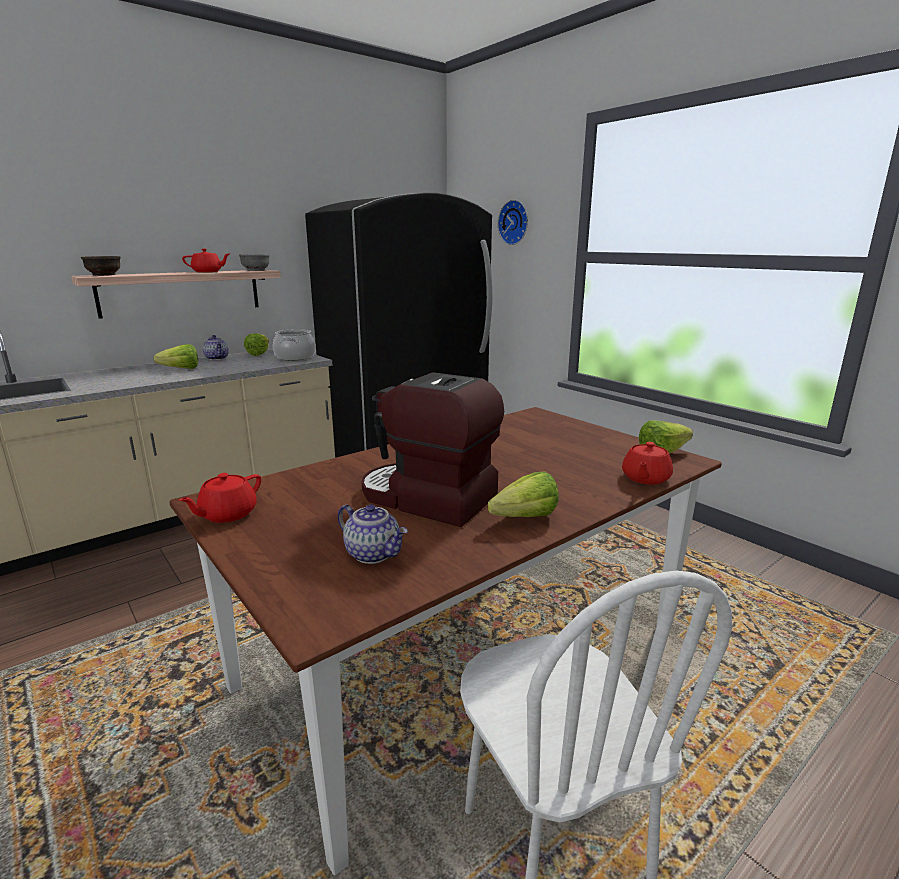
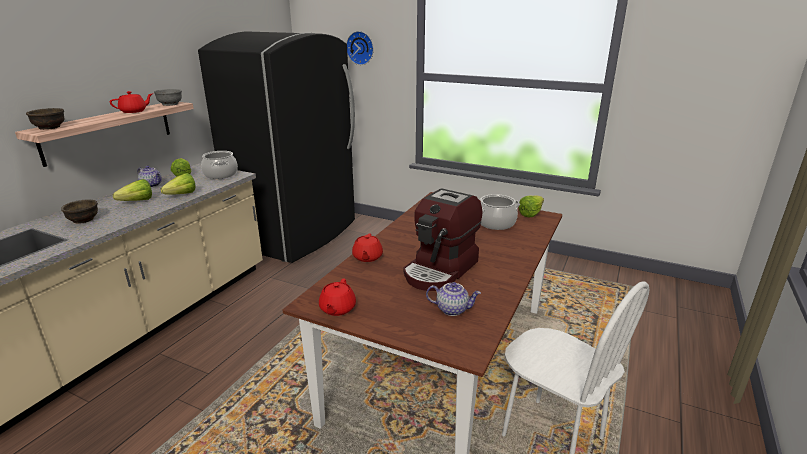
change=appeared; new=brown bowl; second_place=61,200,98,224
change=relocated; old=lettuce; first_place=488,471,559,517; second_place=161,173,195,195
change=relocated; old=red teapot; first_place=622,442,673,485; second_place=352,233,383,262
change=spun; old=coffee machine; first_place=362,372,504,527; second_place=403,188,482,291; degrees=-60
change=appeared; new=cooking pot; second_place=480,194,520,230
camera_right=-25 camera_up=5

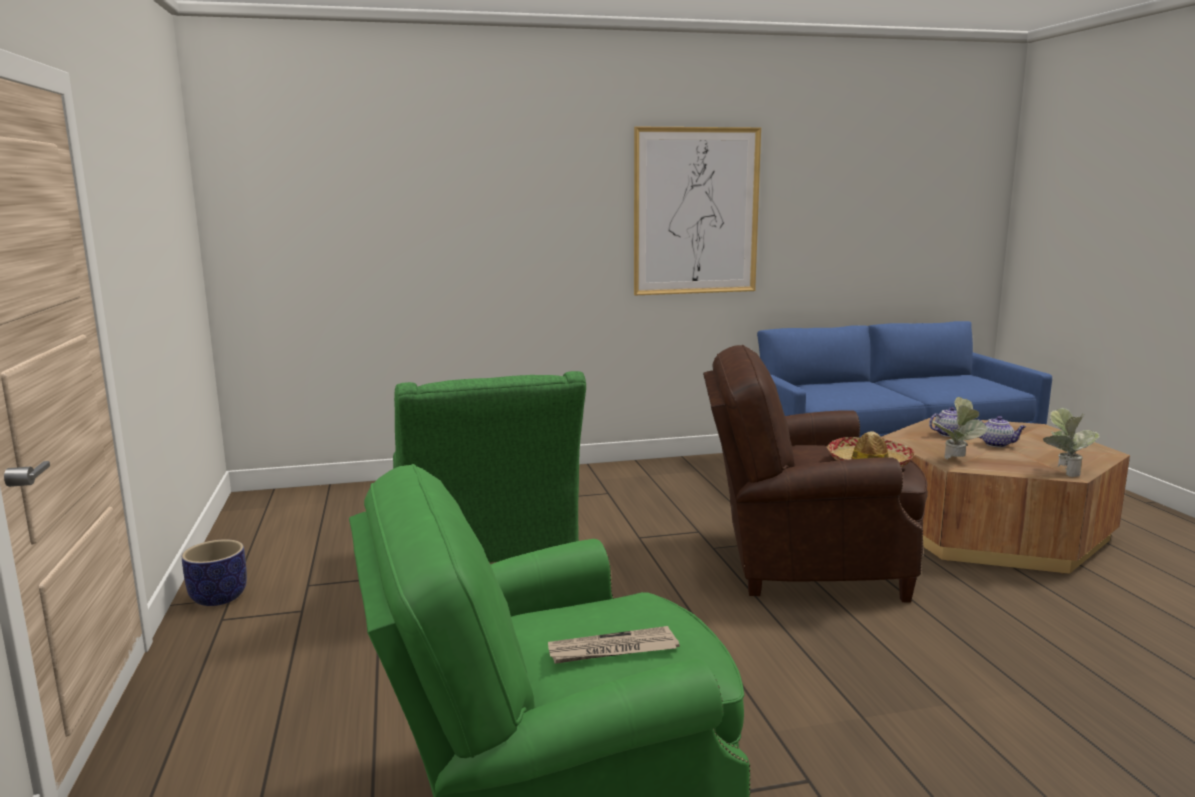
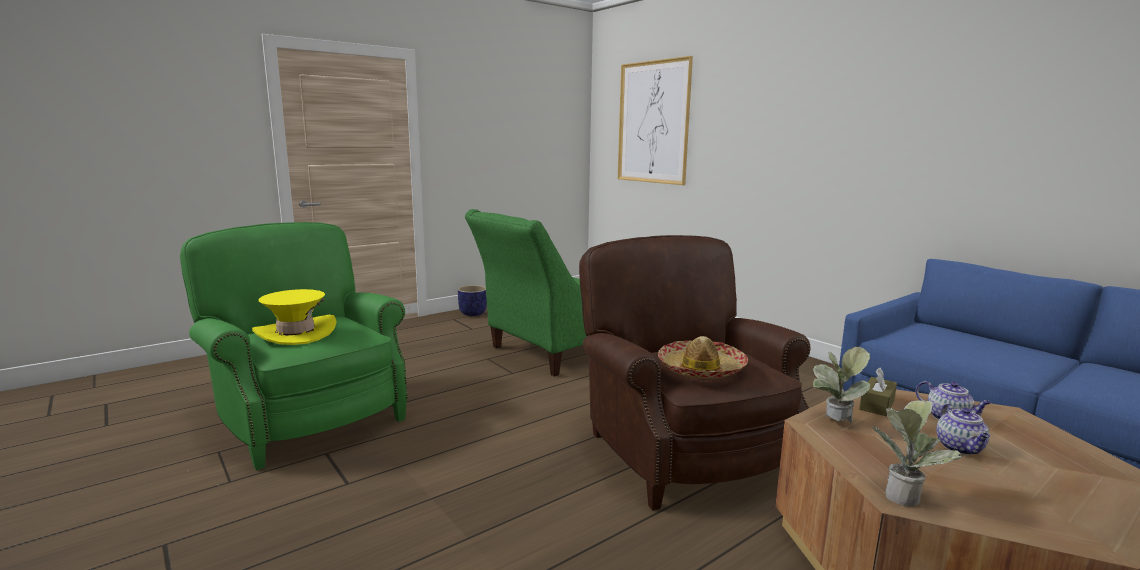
change=exchanged; old=newspaper; new=yellow hat; first_place=548,626,679,664; second_place=252,289,337,345
change=relocated; old=picture; first_place=634,127,761,295; second_place=618,56,693,185
change=appeared; new=brown tissue box; second_place=859,368,897,416
camera_right=65 camera_up=0

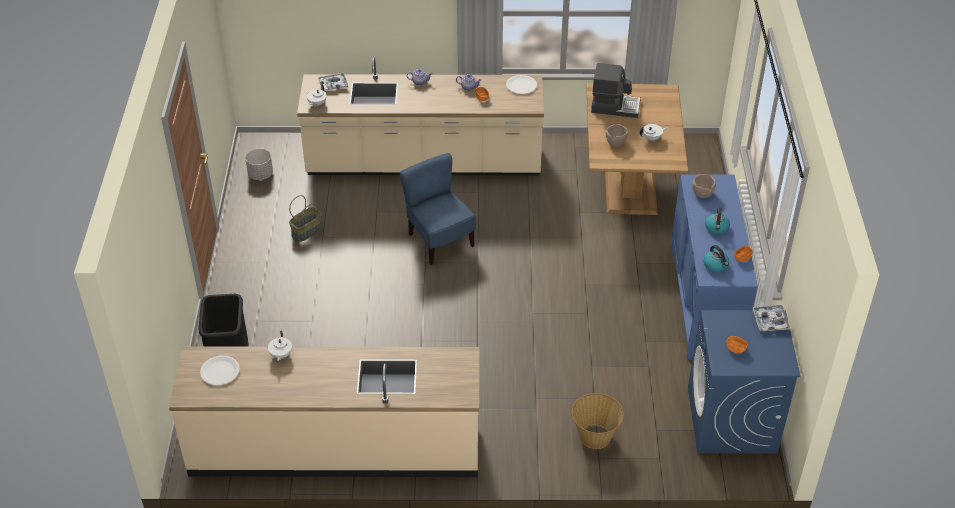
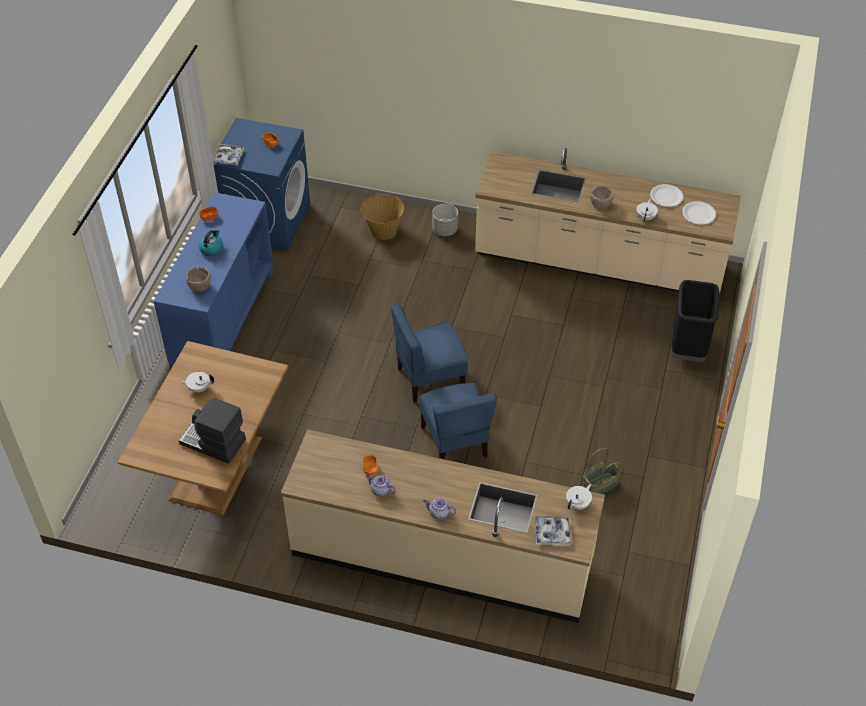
change=appeared; new=blue chair; second_place=391,304,468,403
change=relocated; old=grey planter; first_place=245,149,273,180; second_place=432,204,458,236
change=relocated; old=brown bowl; first_place=606,124,628,147; second_place=590,185,614,209
change=relocated; old=white plate; first_place=506,75,537,94; second_place=650,184,684,207
change=missing; old=kettle; first_place=704,245,729,272
camera_right=-165 camera_up=5

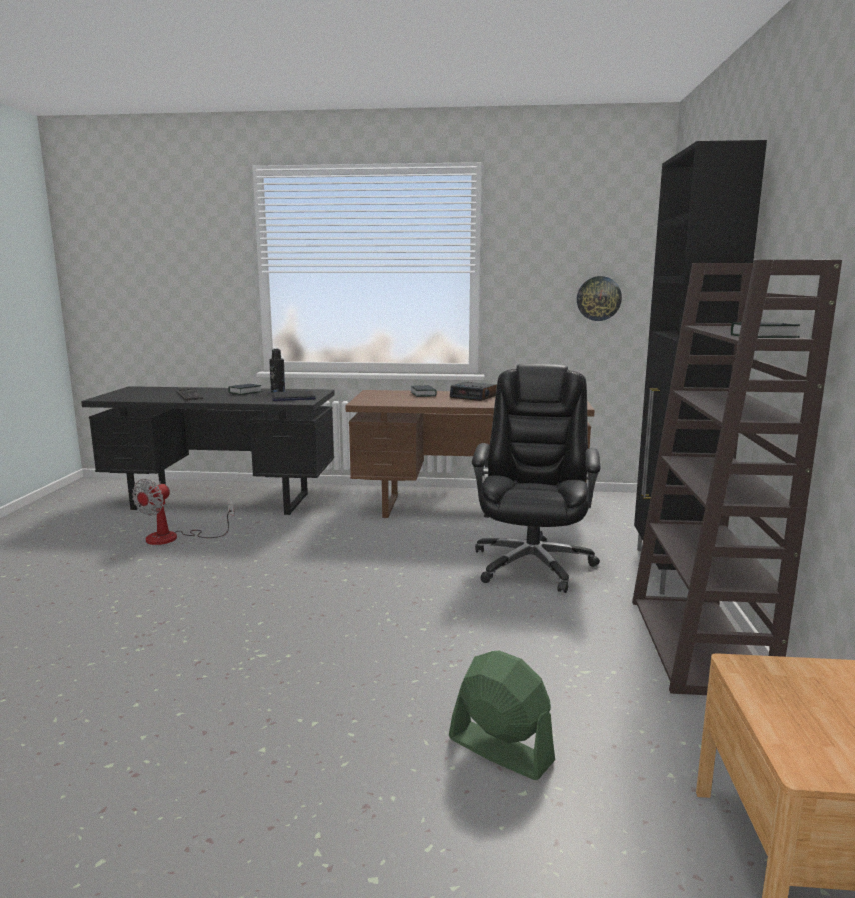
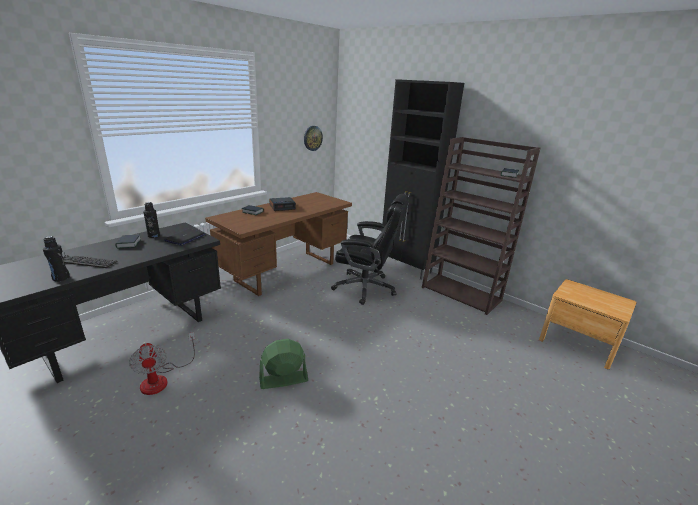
change=appeared; new=black bottle; second_place=43,236,70,281
change=relocated; old=green fan; first_place=449,651,555,780; second_place=259,339,308,389
change=spun; old=black office chair; first_place=472,363,601,593; second_place=331,194,409,305; degrees=150
camera_right=-55 camera_up=10

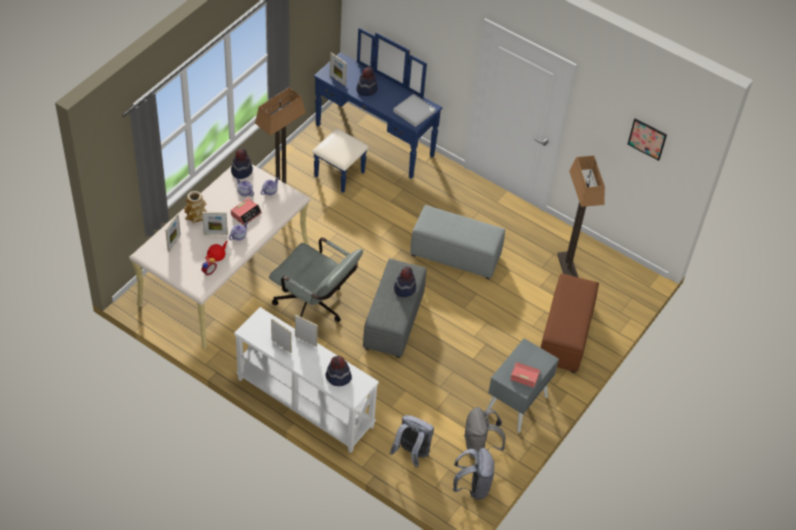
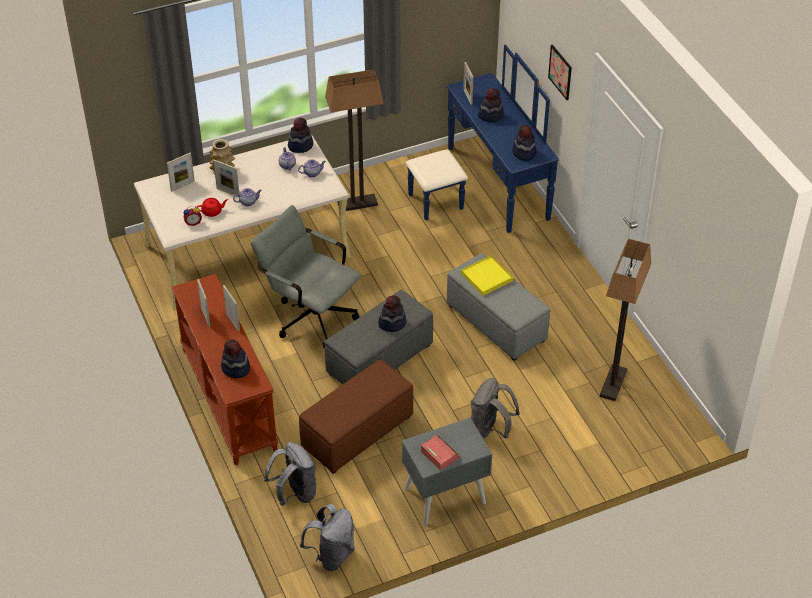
change=colour; old=white console table; new=brown console table; first_place=234,307,379,453; second_place=172,274,278,465
change=spun; old=grey office chair; first_place=269,237,363,322; second_place=250,205,361,347; degrees=150
change=relocated; old=brown ottoman; first_place=540,274,599,373; second_place=299,359,413,474
change=appeared; new=yellow tray; second_place=461,255,513,296
change=relocated; old=grey backpack; first_place=464,407,506,458; second_place=471,378,520,439
change=exchanged; old=white tray; new=hat; first_place=393,94,436,127; second_place=512,125,537,161
change=relocated; old=picture; first_place=627,118,667,161; second_place=548,45,572,100
change=missing; old=alarm clock; first_place=231,198,262,225
camera_right=35 camera_up=-5

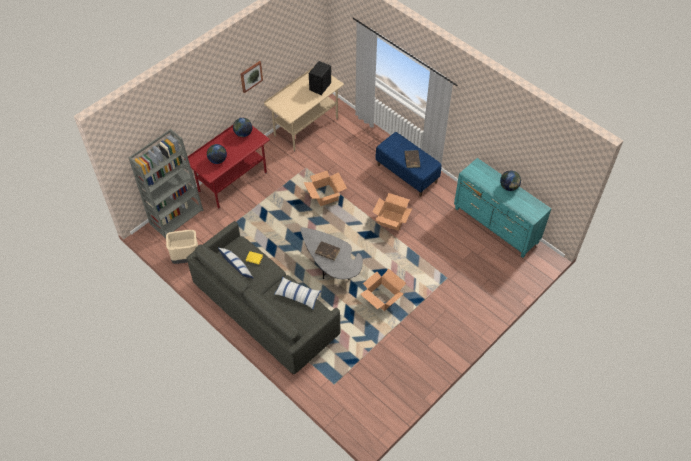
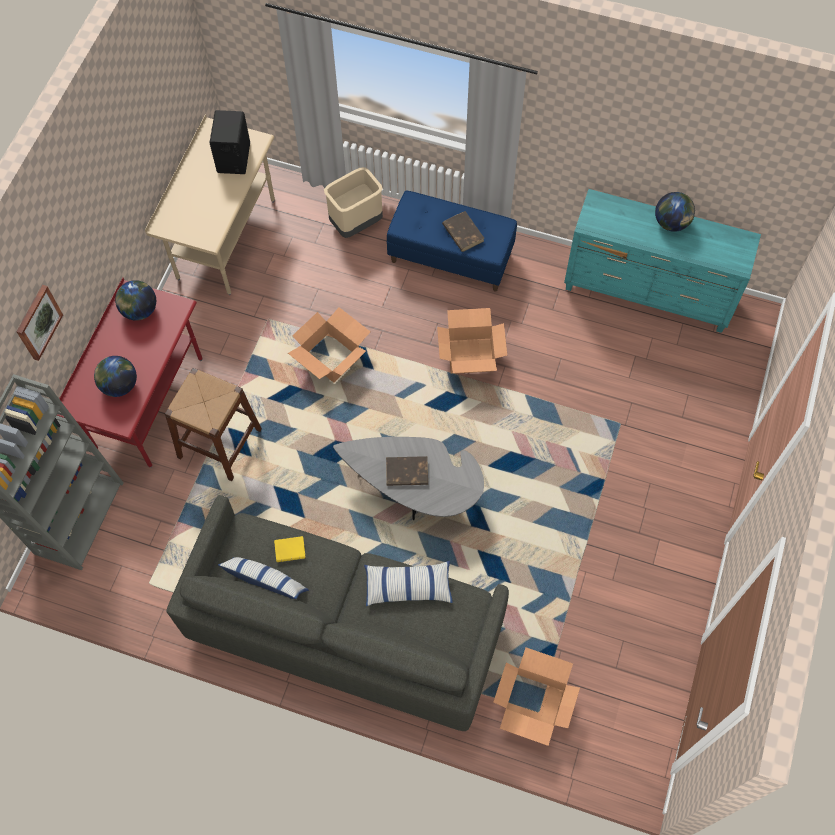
change=relocated; old=picture; first_place=241,61,263,93; second_place=16,285,63,361
change=appeared; new=brown stool; second_place=165,368,262,481
change=relocated; old=beige trash can; first_place=166,230,198,264; second_place=324,167,383,238
change=relocated; old=cardboard box; first_place=360,269,406,311; second_place=493,647,580,746
camera_right=-25 camera_up=10

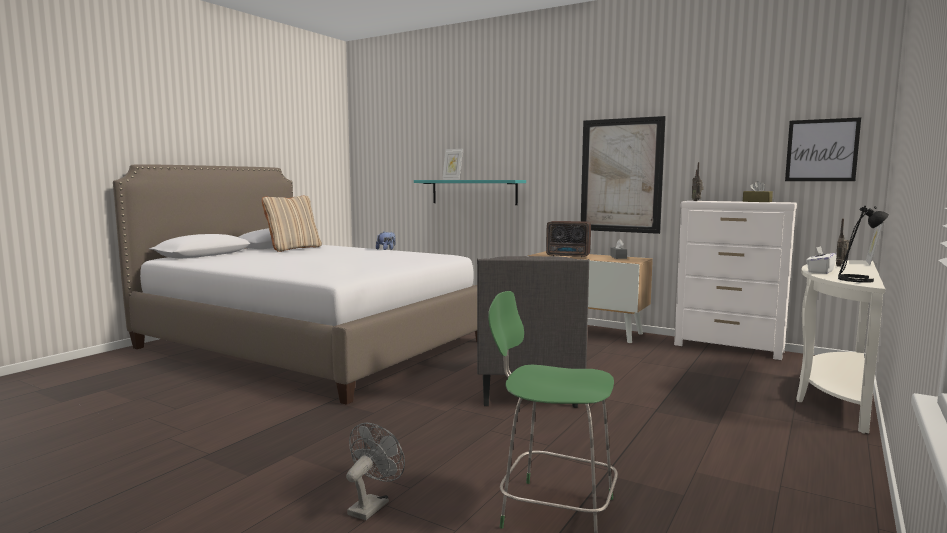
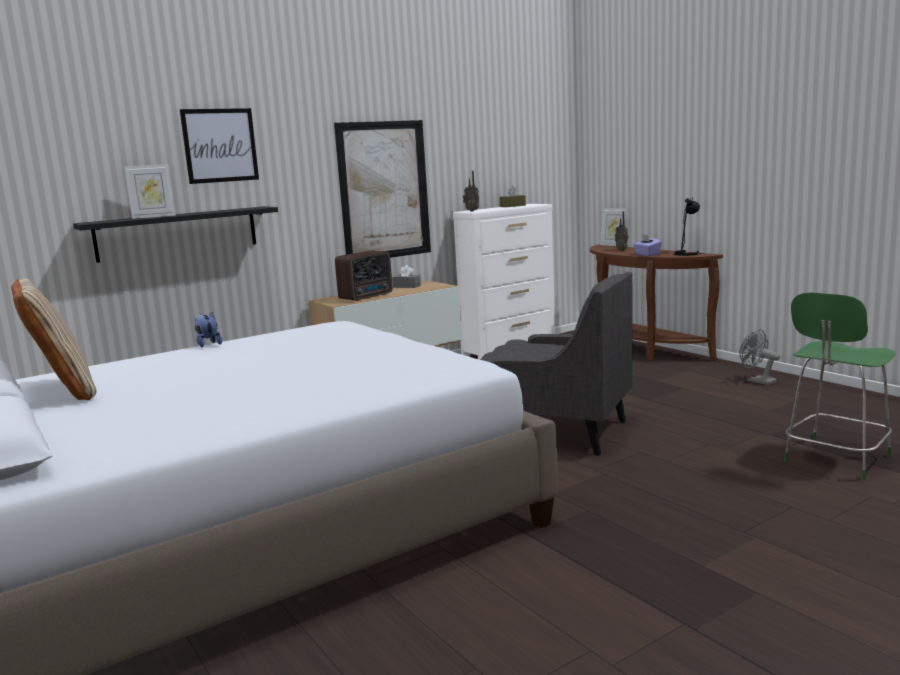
change=colour; old=turquoise shelf; new=black shelf; first_place=414,180,526,205; second_place=73,206,278,263
change=relocated; old=picture; first_place=785,117,861,181; second_place=180,108,259,184
change=colour; old=white console table; new=brown console table; first_place=796,260,885,434; second_place=590,244,723,361
change=colour; old=white tissue box; new=purple tissue box; first_place=806,246,837,274; second_place=633,235,662,256
change=relocated; old=grey fan; first_place=346,423,405,520; second_place=739,329,780,385
camera_right=-65 camera_up=5

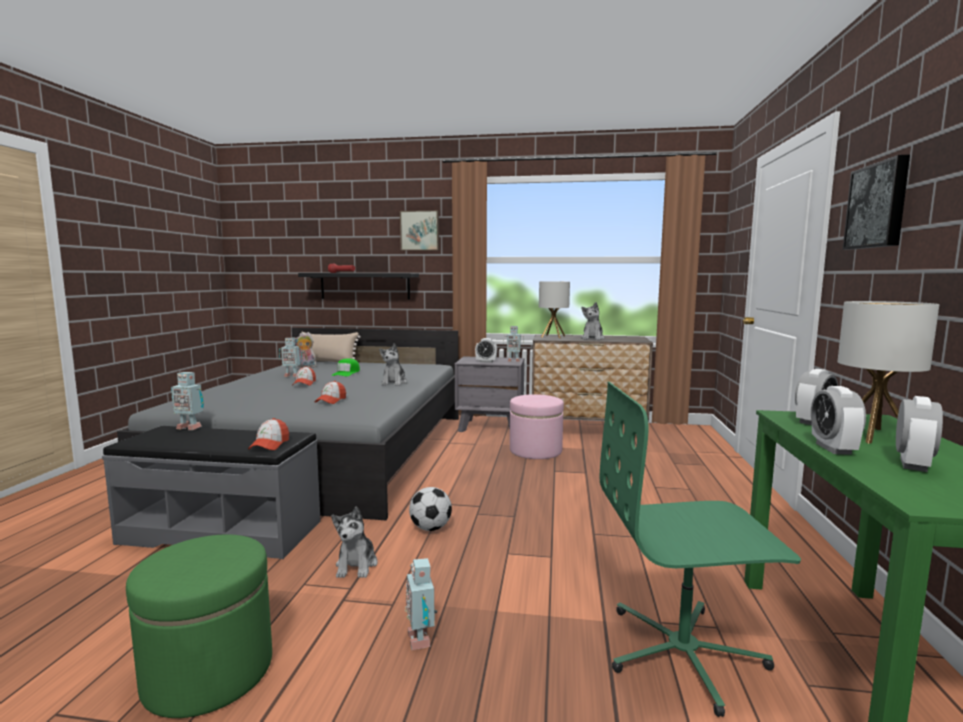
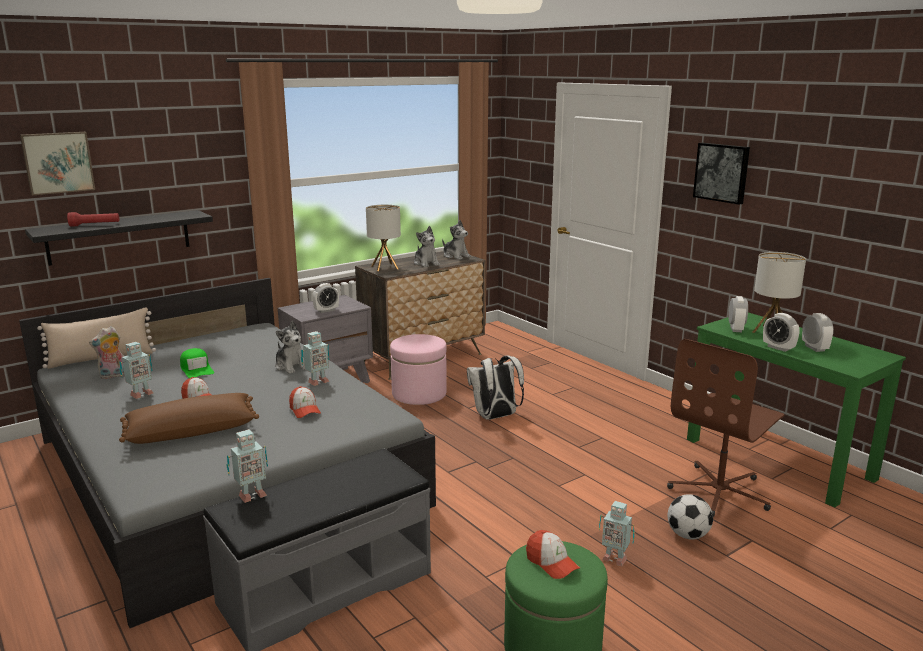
change=relocated; old=picture; first_place=400,210,439,251; second_place=20,132,95,195
change=appeared; new=brown pillow; second_place=119,393,259,444
change=relocated; old=toy robot; first_place=503,326,524,362; second_place=301,331,330,386
change=relocated; old=plush toy; first_place=331,506,378,578; second_place=442,220,471,260
change=appeared; new=white backpack; second_place=467,355,524,420
change=relocated; old=cap; first_place=248,418,289,450; second_place=526,530,580,579
change=colour; old=green office chair; new=brown office chair; first_place=599,382,801,717; second_place=667,339,785,517
change=relocated; old=football; first_place=409,487,452,531; second_place=667,494,713,539
camera_right=-45 camera_up=10

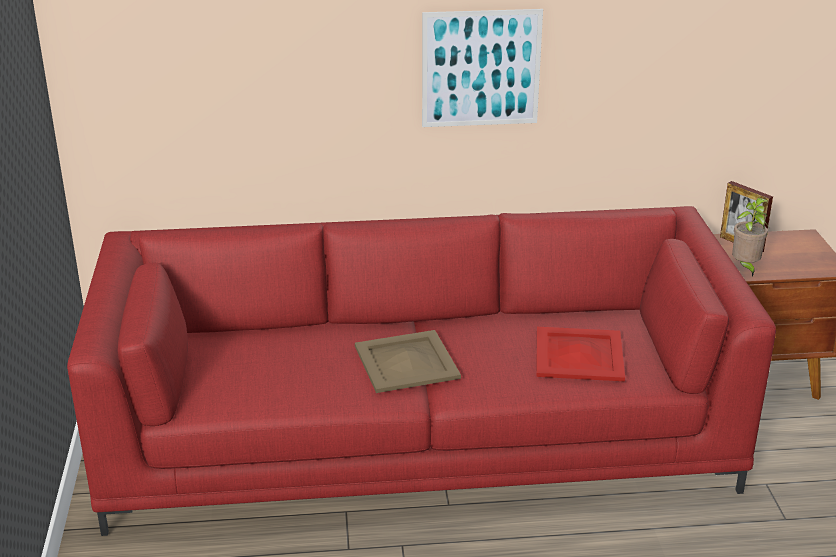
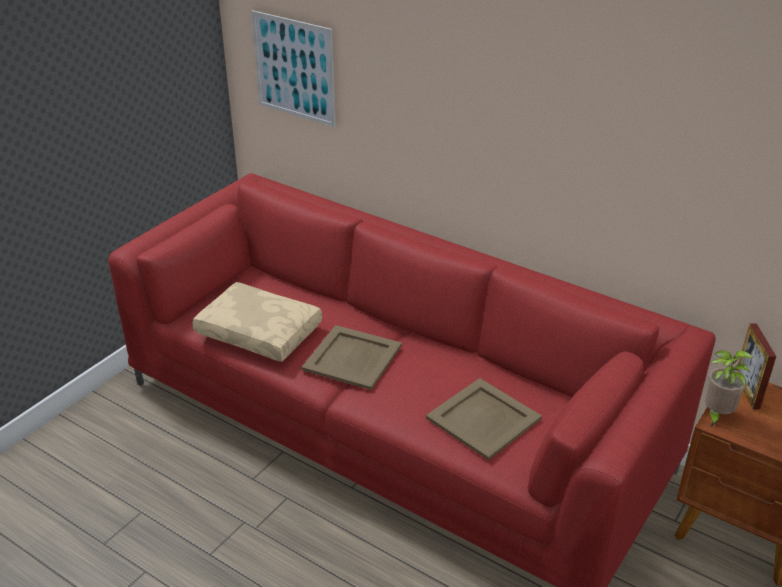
change=appeared; new=beige pillow; second_place=192,282,322,362
change=relocated; old=picture; first_place=422,9,543,127; second_place=251,10,335,127
change=colour; old=red tray; new=beige tray; first_place=536,327,625,381; second_place=426,378,542,460
camera_right=40 camera_up=5

